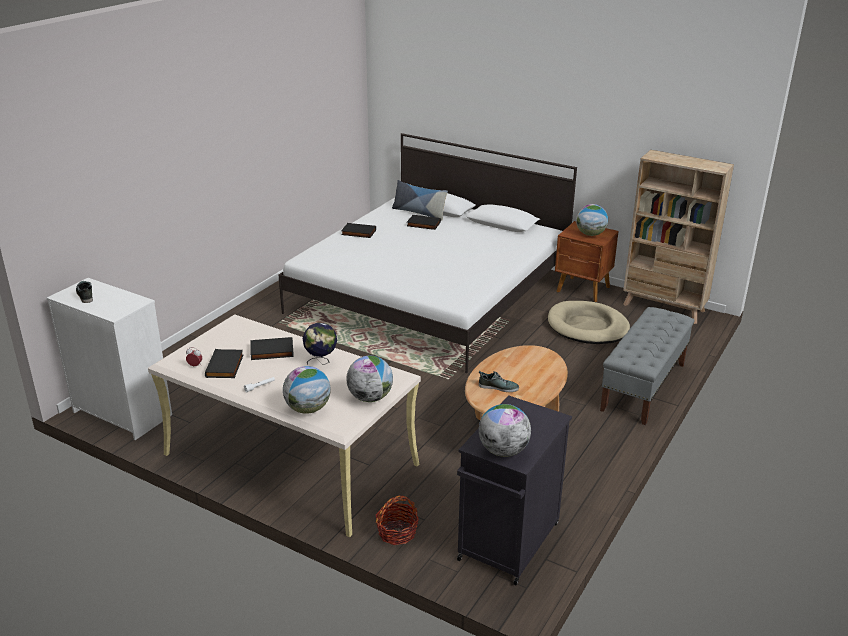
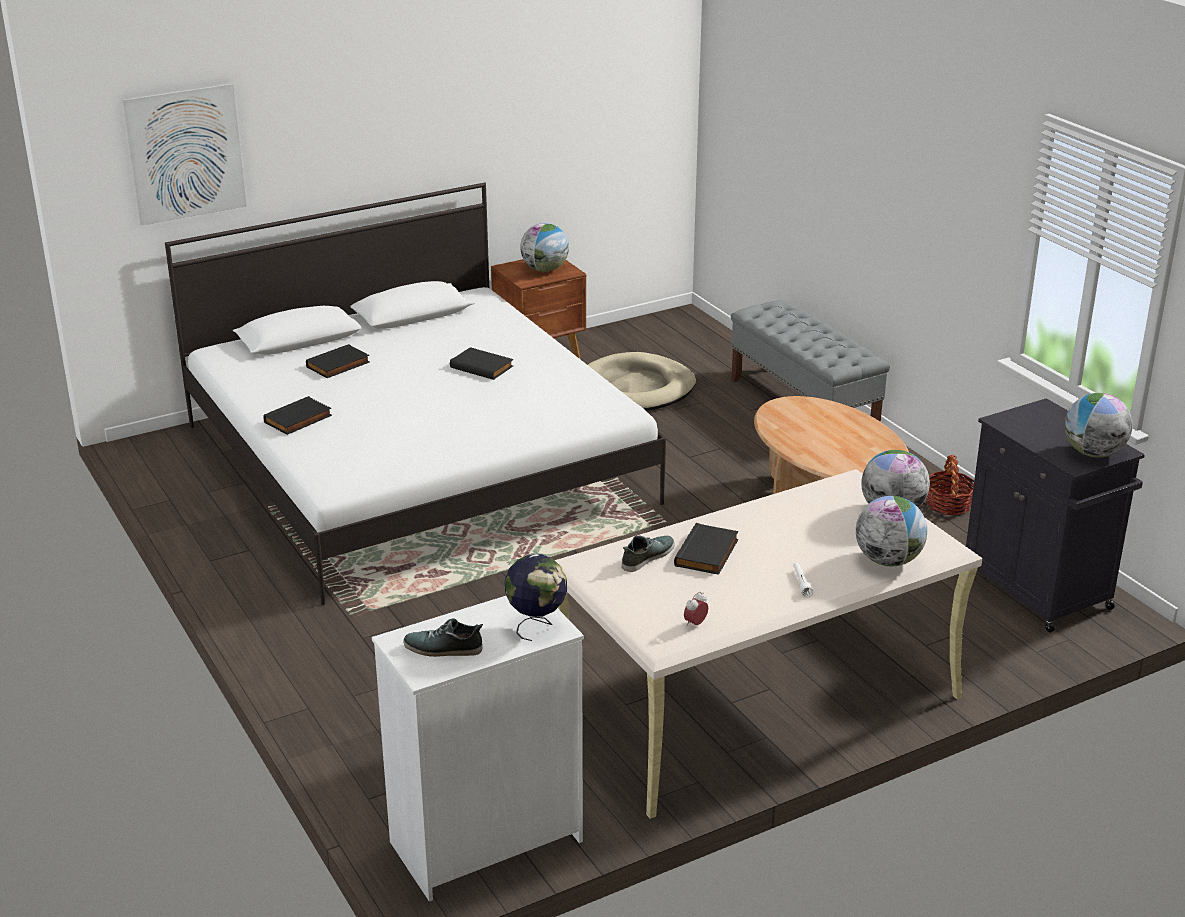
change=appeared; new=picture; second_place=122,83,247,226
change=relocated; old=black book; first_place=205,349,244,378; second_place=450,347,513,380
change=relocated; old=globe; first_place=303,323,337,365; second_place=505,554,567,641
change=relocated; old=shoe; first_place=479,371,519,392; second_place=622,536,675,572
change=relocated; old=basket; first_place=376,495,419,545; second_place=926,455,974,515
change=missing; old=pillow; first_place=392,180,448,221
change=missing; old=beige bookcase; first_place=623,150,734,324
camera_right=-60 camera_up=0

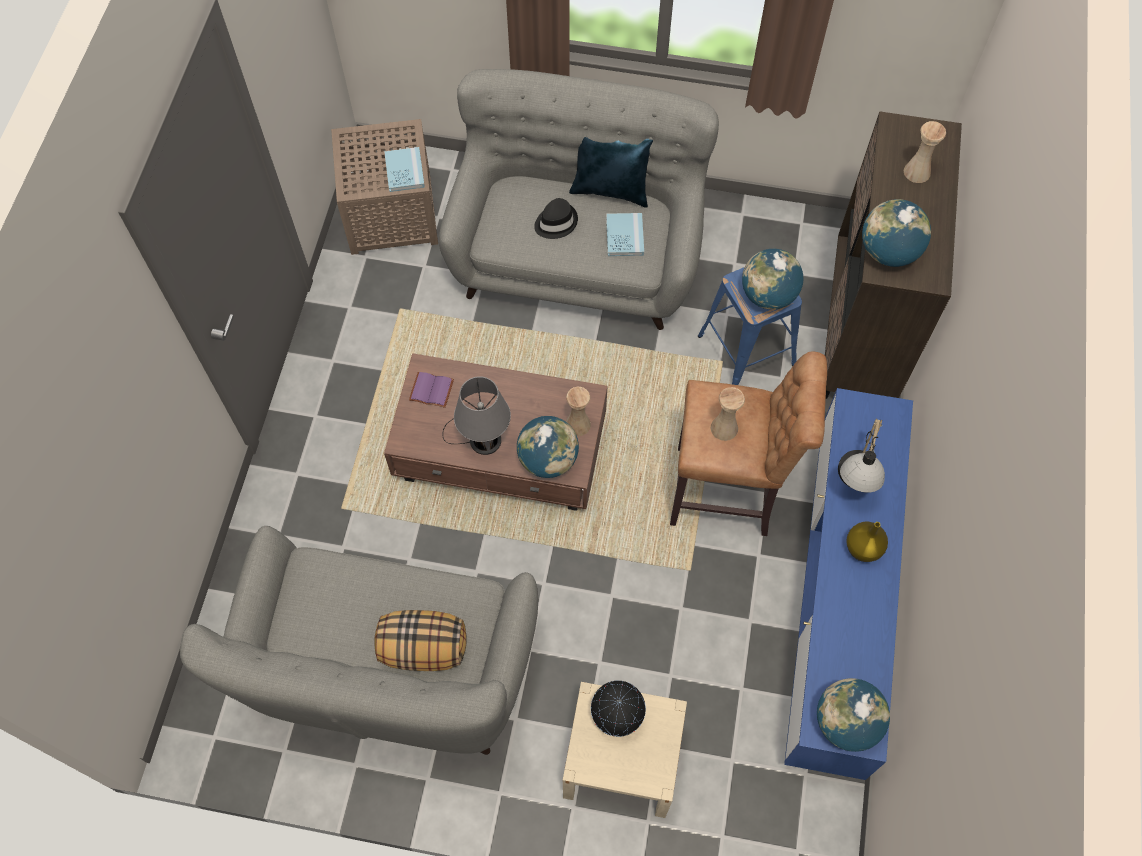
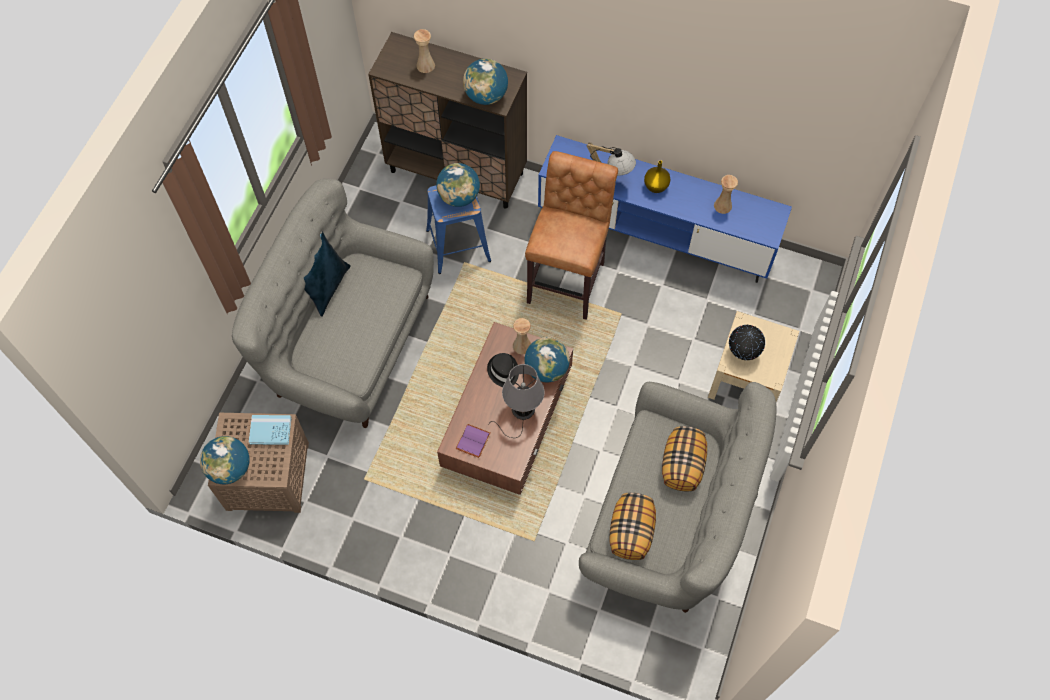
change=relocated; old=globe; first_place=817,678,890,752; second_place=200,436,249,484
change=relocated; old=black hat; first_place=534,198,578,239; second_place=487,353,519,387
change=appeared; new=pillow; second_place=609,493,656,560
change=relocated; old=beige vase; first_place=711,387,745,441; second_place=714,175,738,214
change=missing; old=blue book; first_place=606,213,644,256
camera_right=-80 camera_up=0

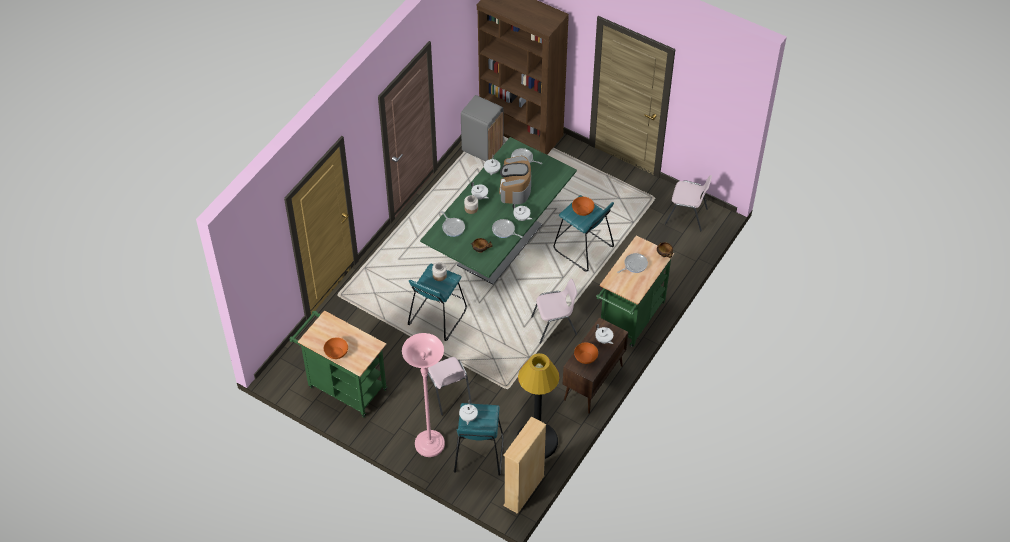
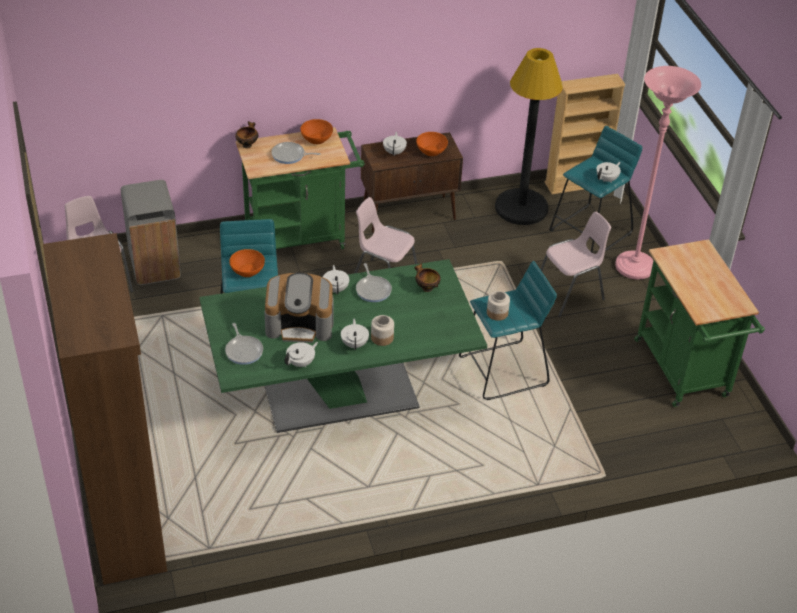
change=relocated; old=grey trash can; first_place=461,95,503,161; second_place=121,180,181,285
change=spun; old=coffee machine; first_place=499,156,531,204; second_place=264,273,334,343; degrees=45
change=relocated; old=orange bowl; first_place=324,337,348,359; second_place=300,119,333,144
change=spun; old=pink chair; first_place=427,357,472,415; second_place=540,212,611,317; degrees=45
change=missing; old=frying pan; first_place=441,211,465,237
camera_right=-140 camera_up=-10

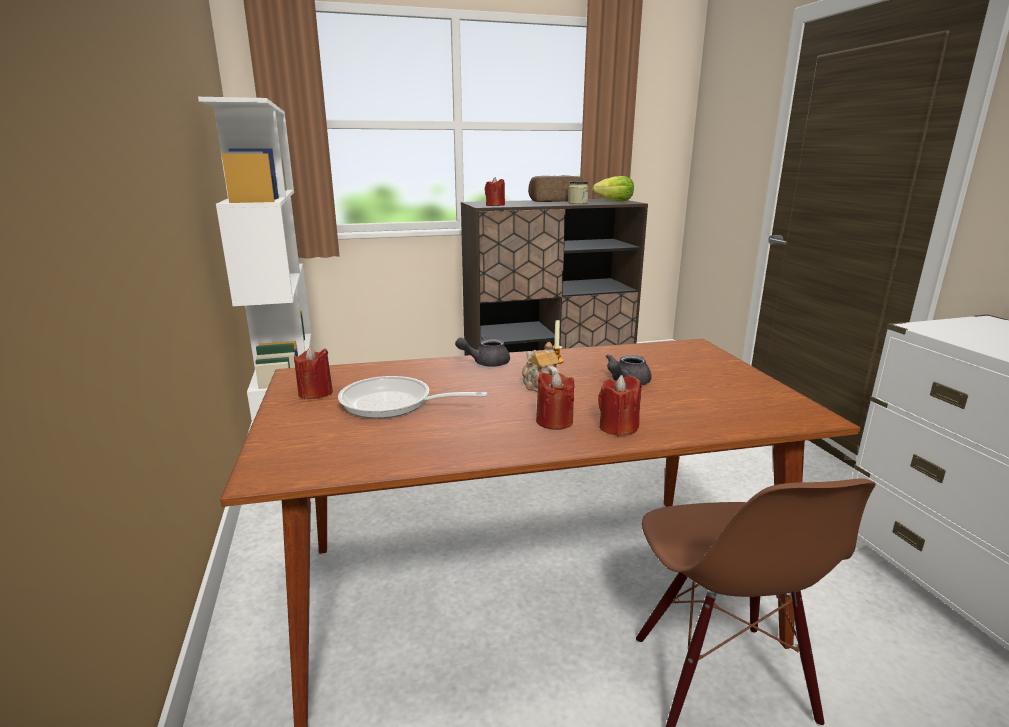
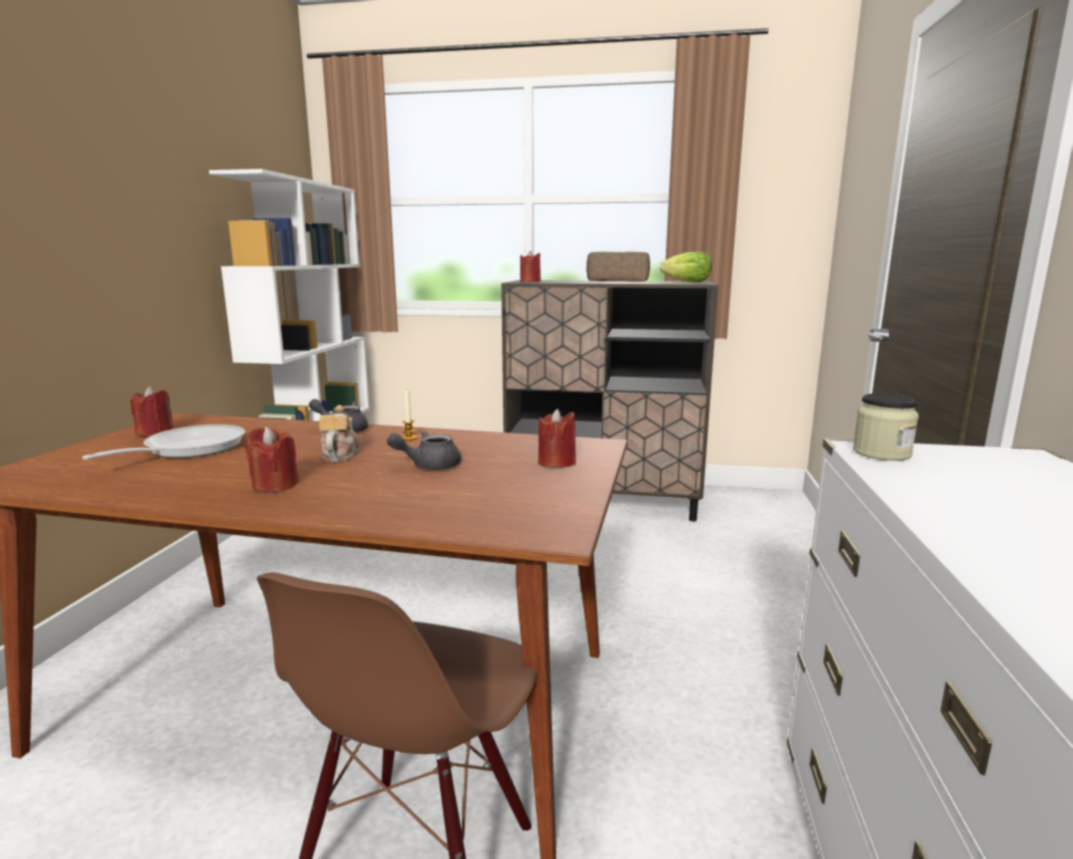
change=spun; old=frying pan; first_place=338,376,488,418; second_place=82,424,245,460; degrees=75
change=relocated; old=red candle; first_place=598,375,641,436; second_place=538,409,576,468
change=relocated; old=jar; first_place=568,181,589,204; second_place=853,393,919,461
camera_right=25 camera_up=-5

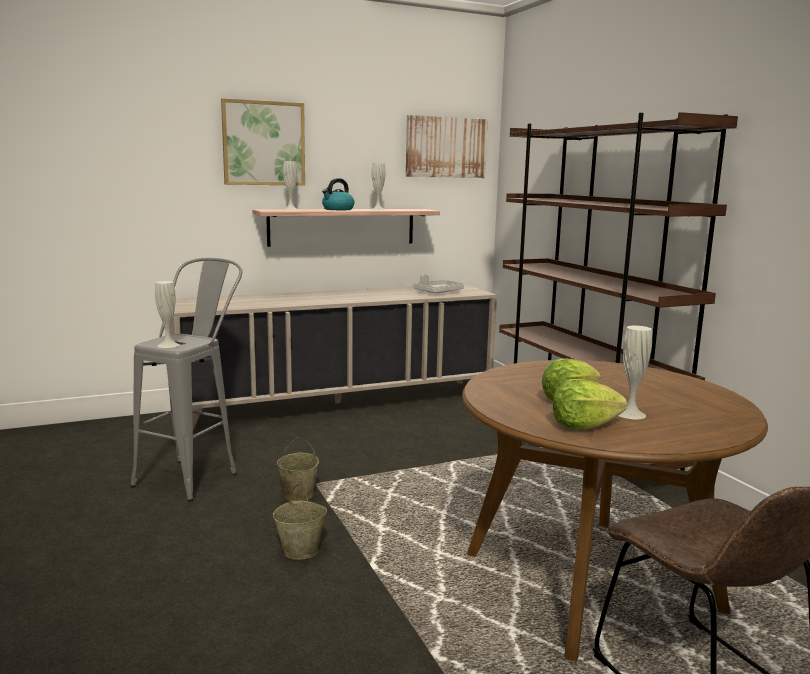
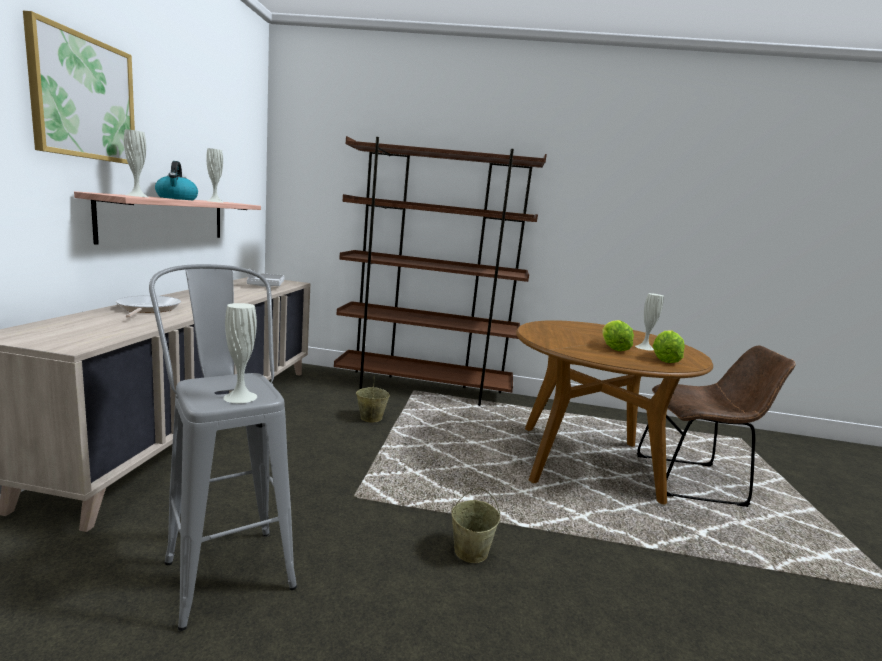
change=appeared; new=frying pan; second_place=116,295,181,318
change=relocated; old=beige bucket; first_place=277,437,319,501; second_place=356,376,390,423
change=missing; old=picture; first_place=406,115,488,178
camera_right=-60 camera_up=0

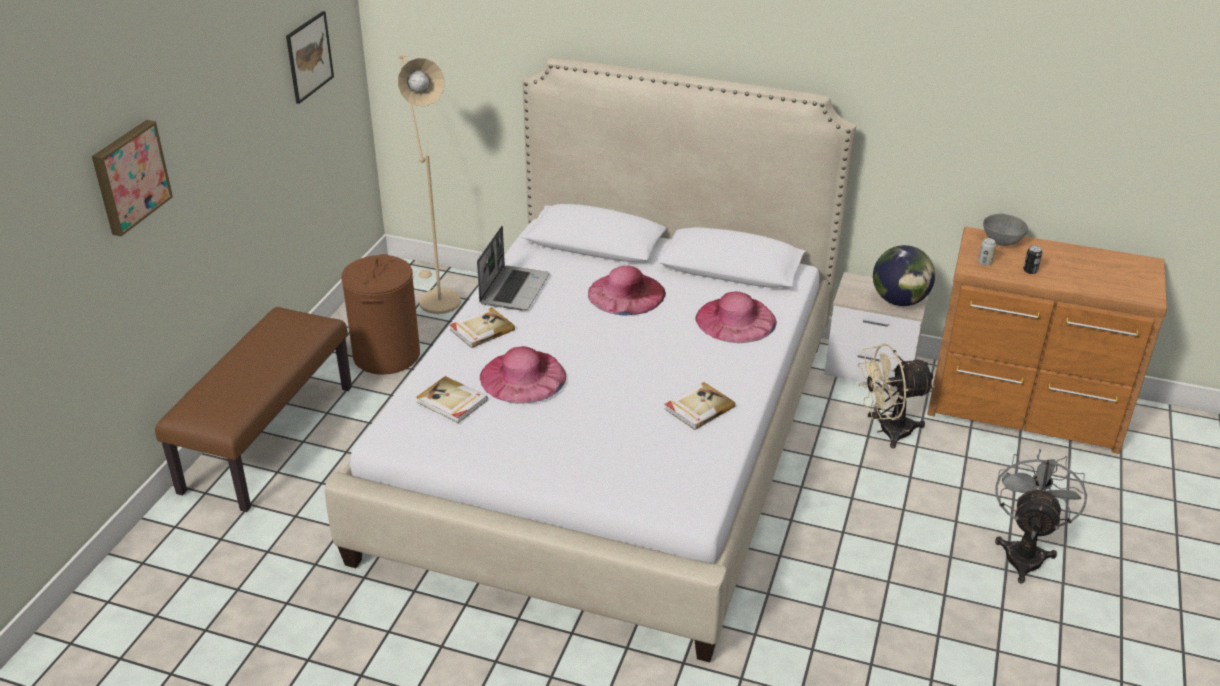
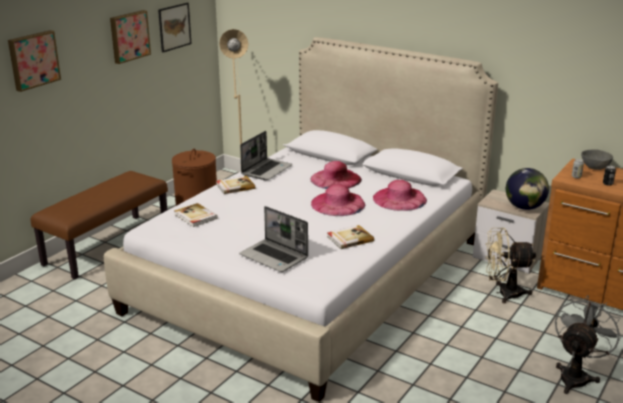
change=appeared; new=picture; second_place=110,10,151,64
change=appeared; new=laptop; second_place=239,206,308,272
change=relocated; old=pink hat; first_place=480,346,566,404; second_place=311,184,366,216
camera_right=15 camera_up=-10

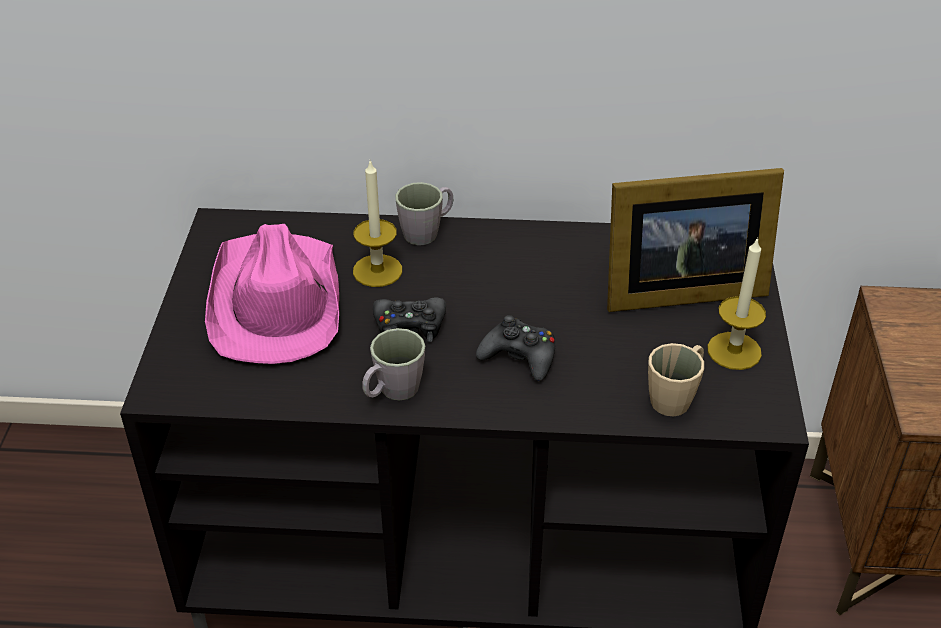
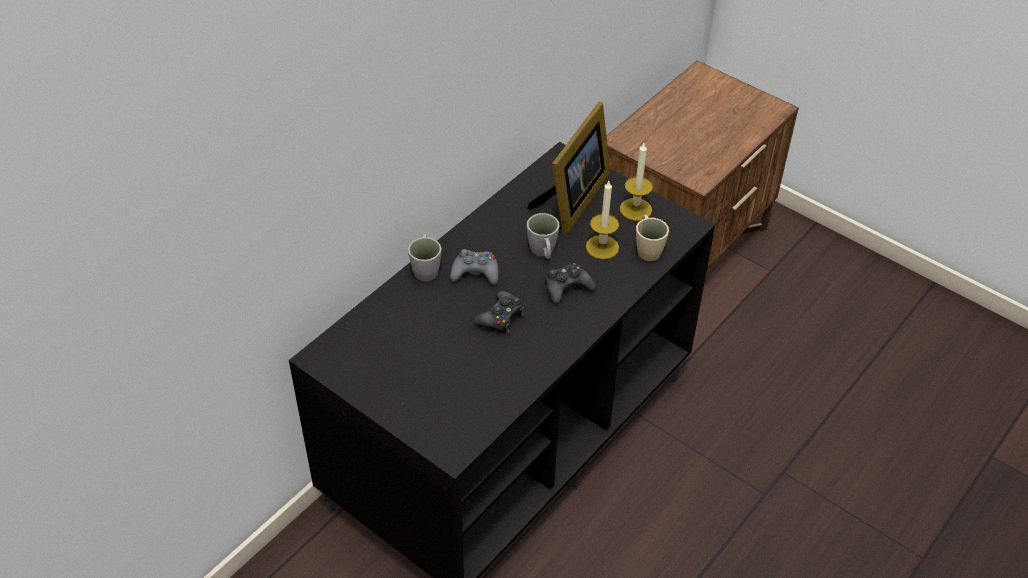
change=appeared; new=grey game controller; second_place=450,249,499,285
change=relocated; old=grey mug; first_place=362,328,425,400; second_place=527,213,559,259
change=relocated; old=candle; first_place=353,161,402,287; second_place=586,181,619,259
change=missing; old=pink hat; first_place=205,224,339,364
camera_right=-55 camera_up=5

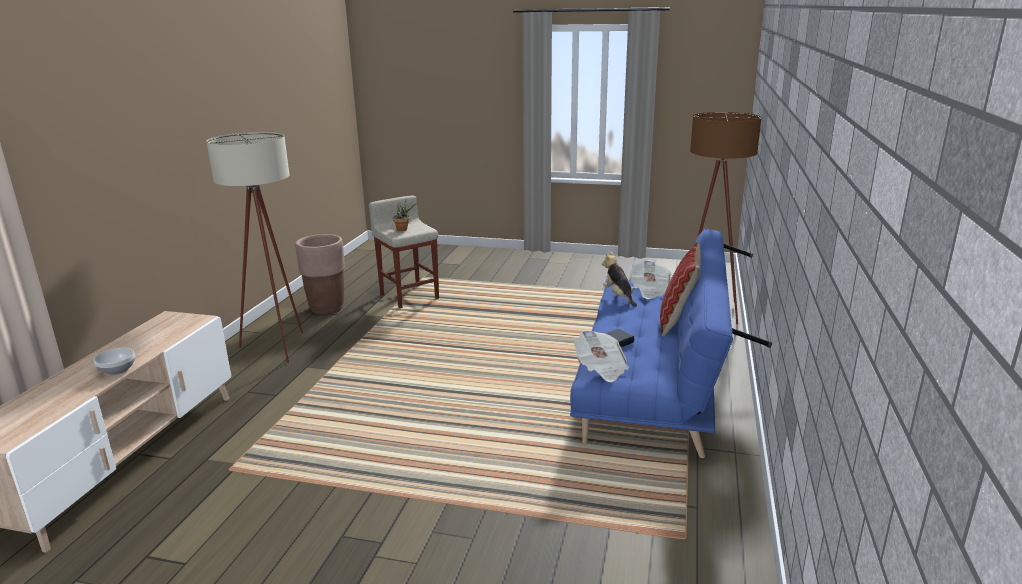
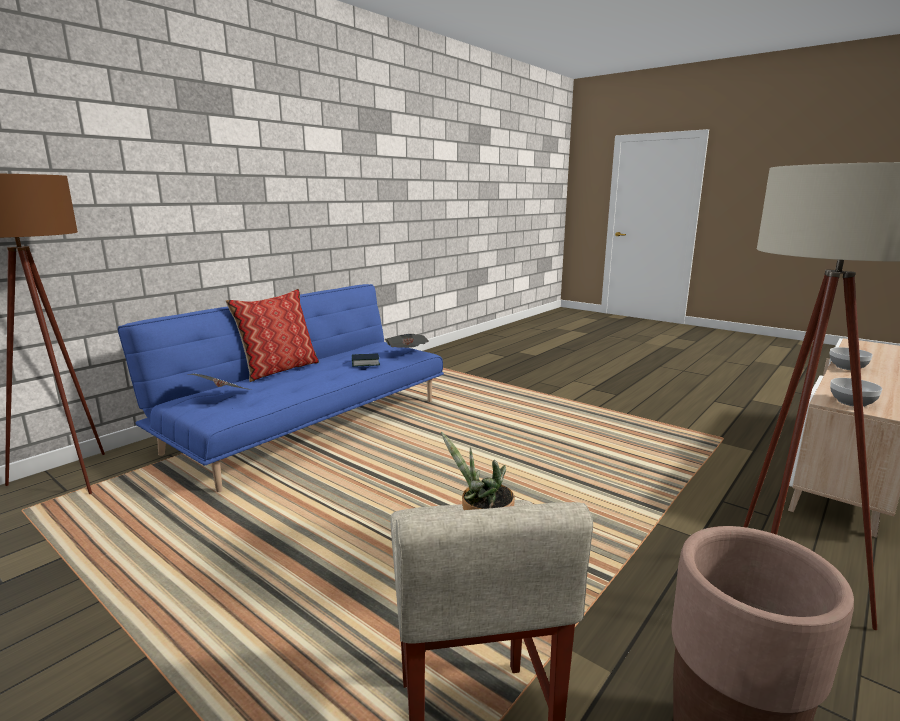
change=appeared; new=bowl; second_place=830,378,882,407
change=missing; old=plush toy; first_place=602,251,637,307
camera_right=-155 camera_up=-5

